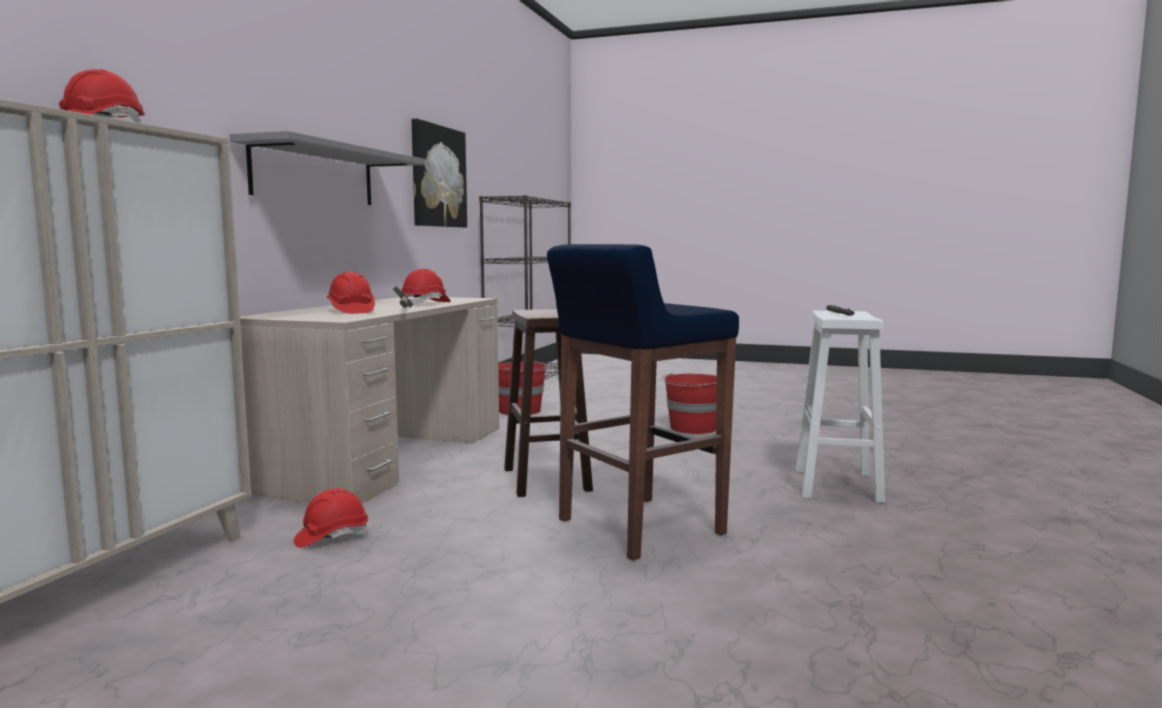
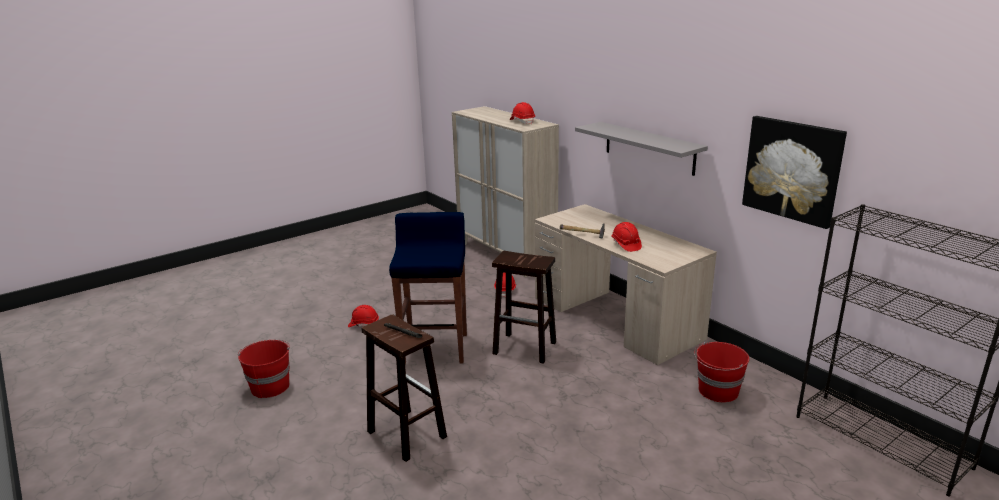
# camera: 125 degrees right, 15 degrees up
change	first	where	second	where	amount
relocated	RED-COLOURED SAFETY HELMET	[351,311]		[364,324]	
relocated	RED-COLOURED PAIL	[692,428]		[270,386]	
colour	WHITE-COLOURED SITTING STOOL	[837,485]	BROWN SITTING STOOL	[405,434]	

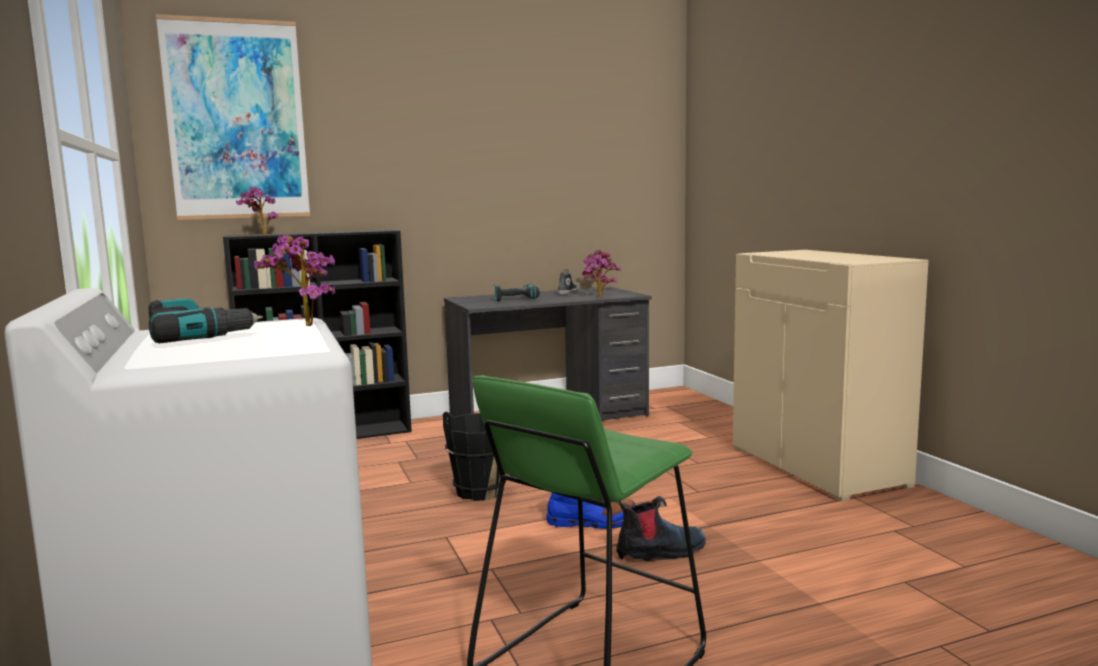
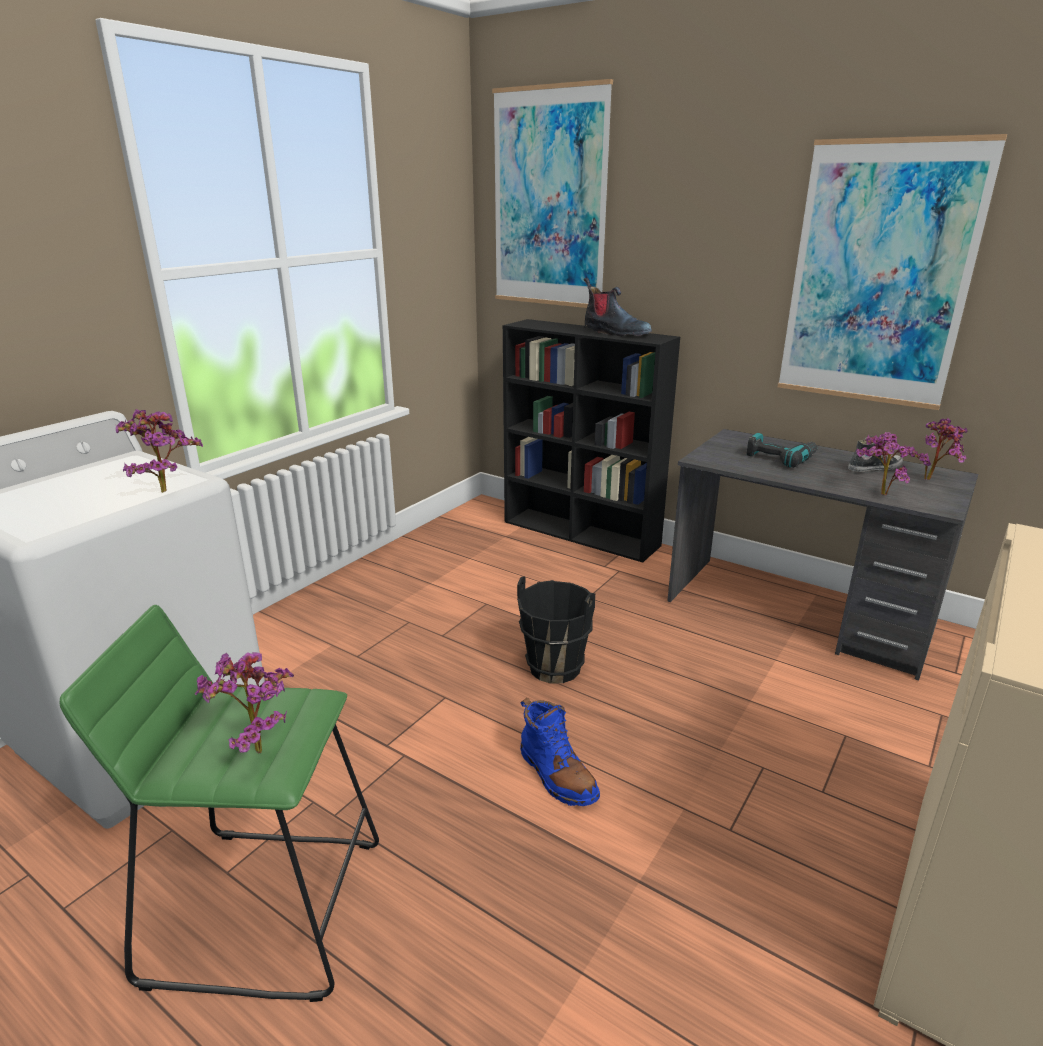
# camera: 55 degrees right, 15 degrees up
change	first	where	second	where	amount
missing	POWER DRILL	[198,336]			
appeared			WALL PICTURE	[878,276]	
relocated	POTTED PLANT	[261,235]		[254,747]	
relocated	HIGH-TOP BOOT	[660,552]		[614,332]	

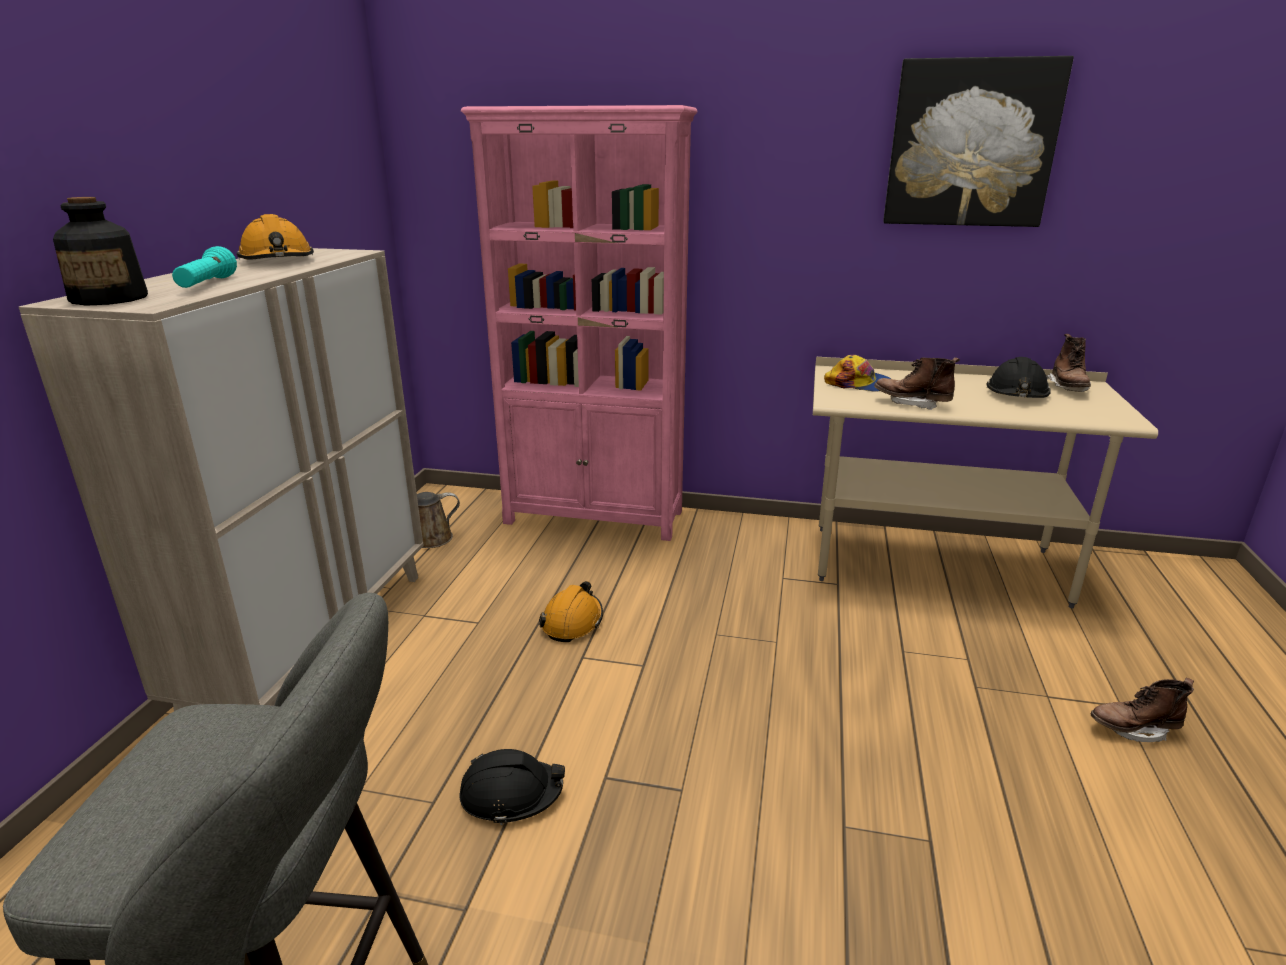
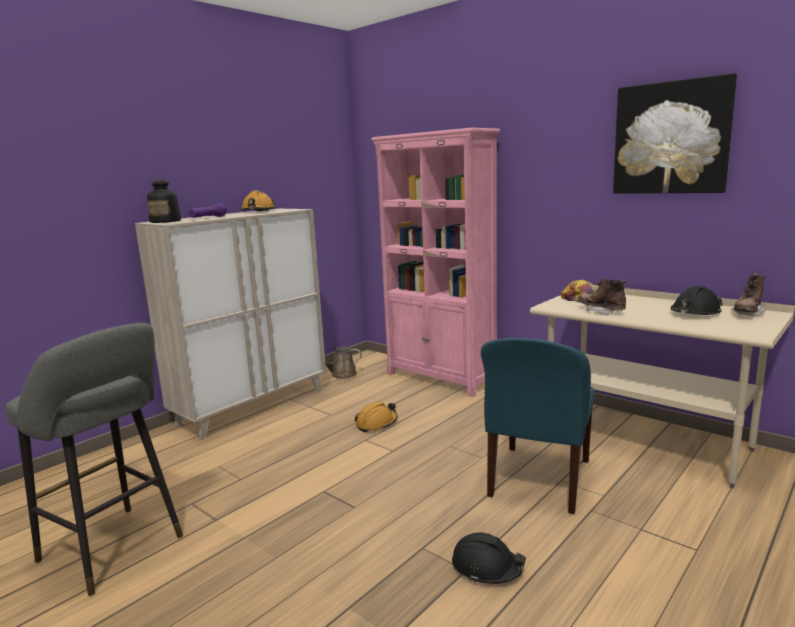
# camera: 30 degrees right, 10 degrees down
change	first	where	second	where	amount
missing	BROWN HIGH-TOP BOOT	[1133,729]			
appeared			BLUISH PLAIN CHAIR	[538,480]	
relocated	BLACK SAFETY HELMET	[511,795]		[487,568]	
colour	TURQUOISE-COLOURED FLASHLIGHT	[207,284]	PURPLE-COLOURED FLASHLIGHT	[208,218]	

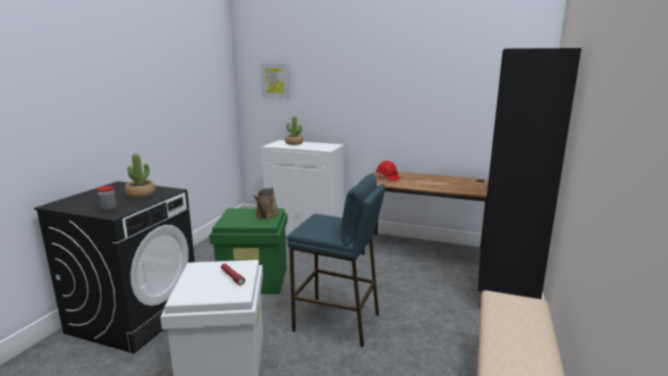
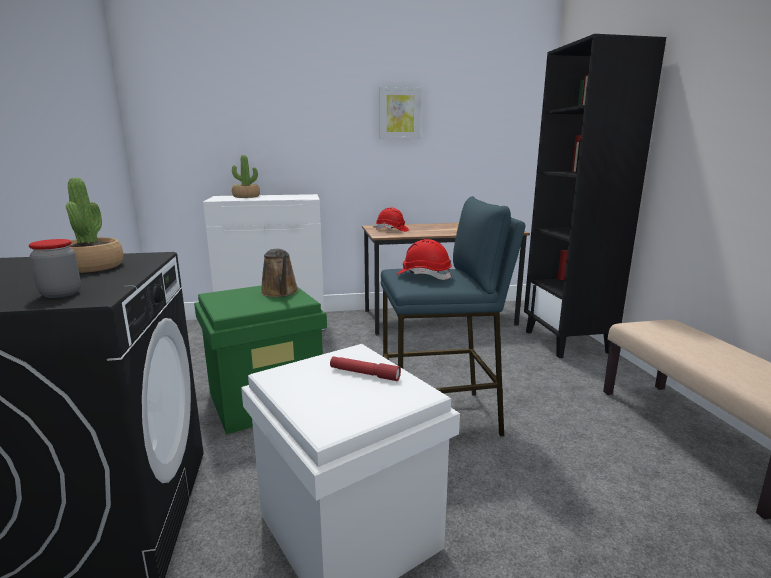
# camera: 30 degrees left, 0 degrees up
change	first	where	second	where	amount
appeared			RED-COLOURED SAFETY HELMET	[424,276]	
relocated	WALL PICTURE	[275,80]		[399,113]	

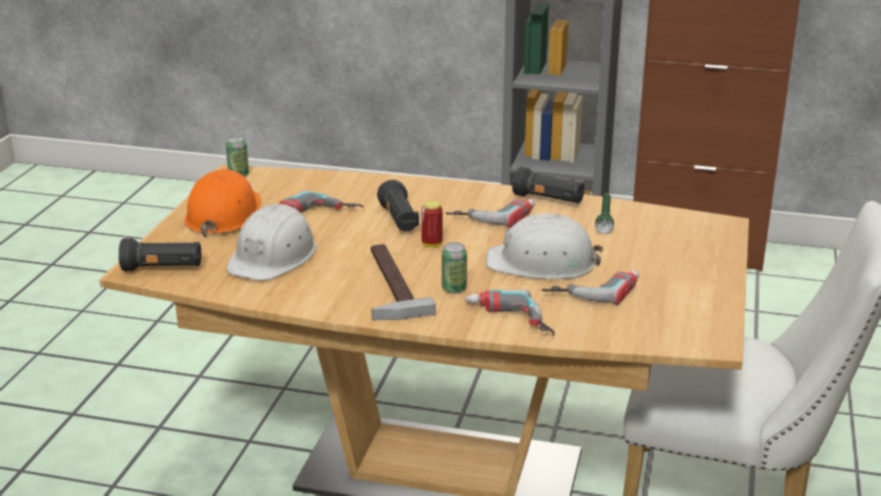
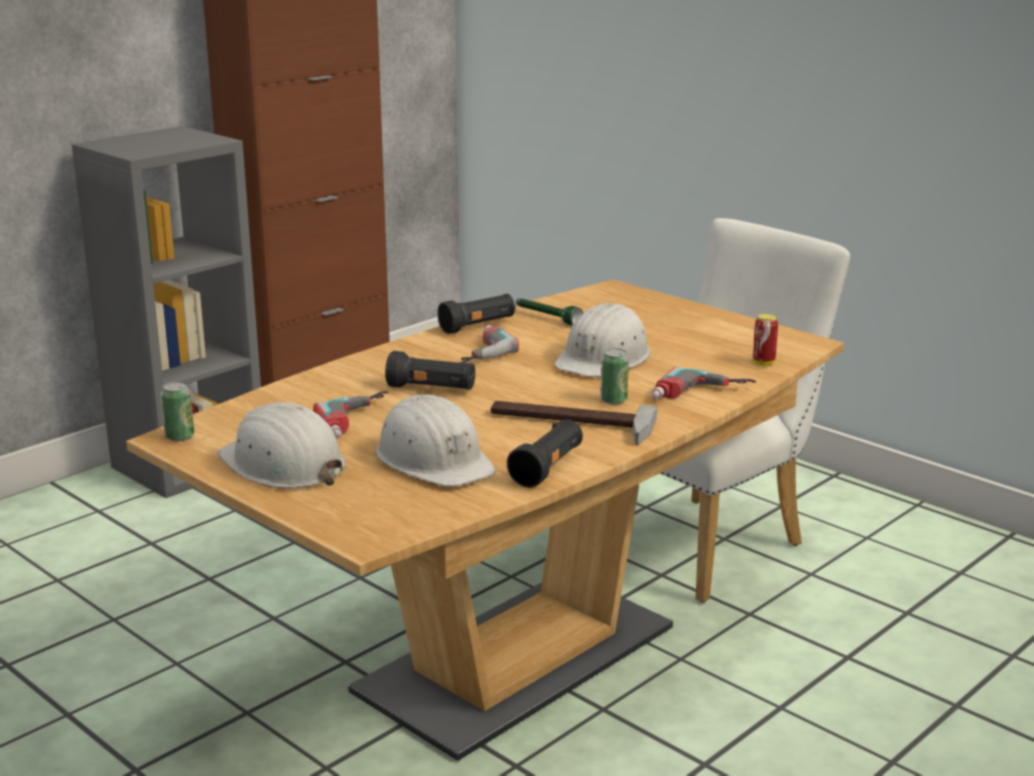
# camera: 60 degrees left, 5 degrees down
change	first	where	second	where	amount
missing	POWER DRILL	[592,288]			
relocated	BLACK FLASHLIGHT	[163,268]		[548,468]	
relocated	CAN	[432,244]		[763,363]	
colour	ORANGE SAFETY HELMET	[223,215]	WHITE-COLOURED SAFETY HELMET	[283,465]	

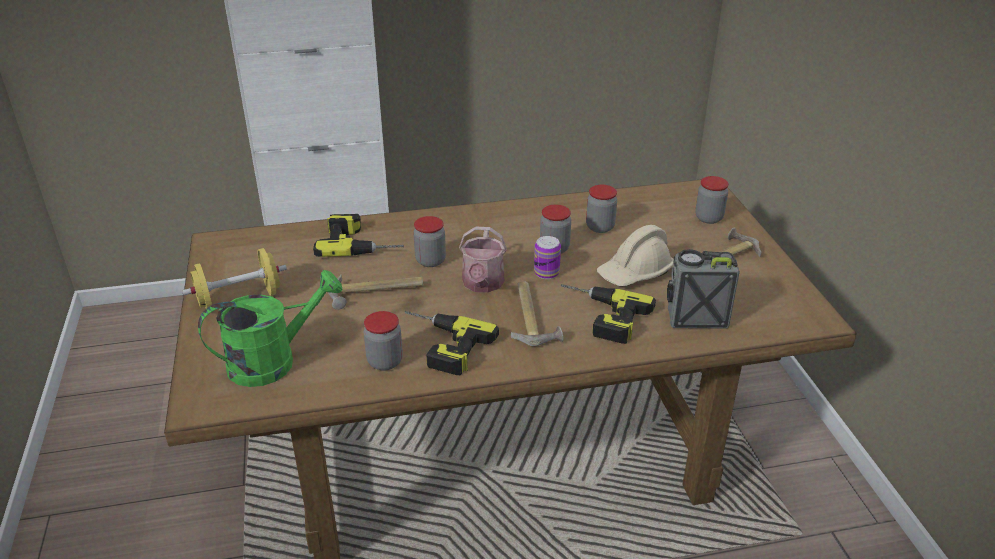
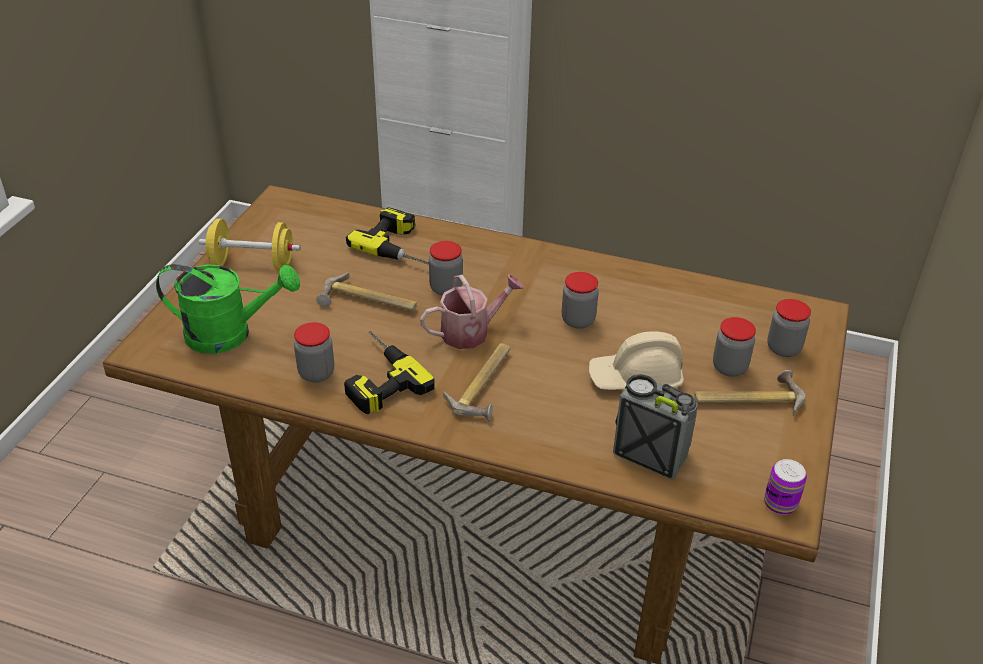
# camera: 30 degrees right, 5 degrees up
change	first	where	second	where	amount
missing	POWER DRILL	[599,316]			
relocated	CAN	[546,272]		[780,503]	
relocated	PRESERVE JAR	[600,227]		[729,367]	
spun	WATERING POT	[482,284]		[471,331]	150 degrees counterclockwise

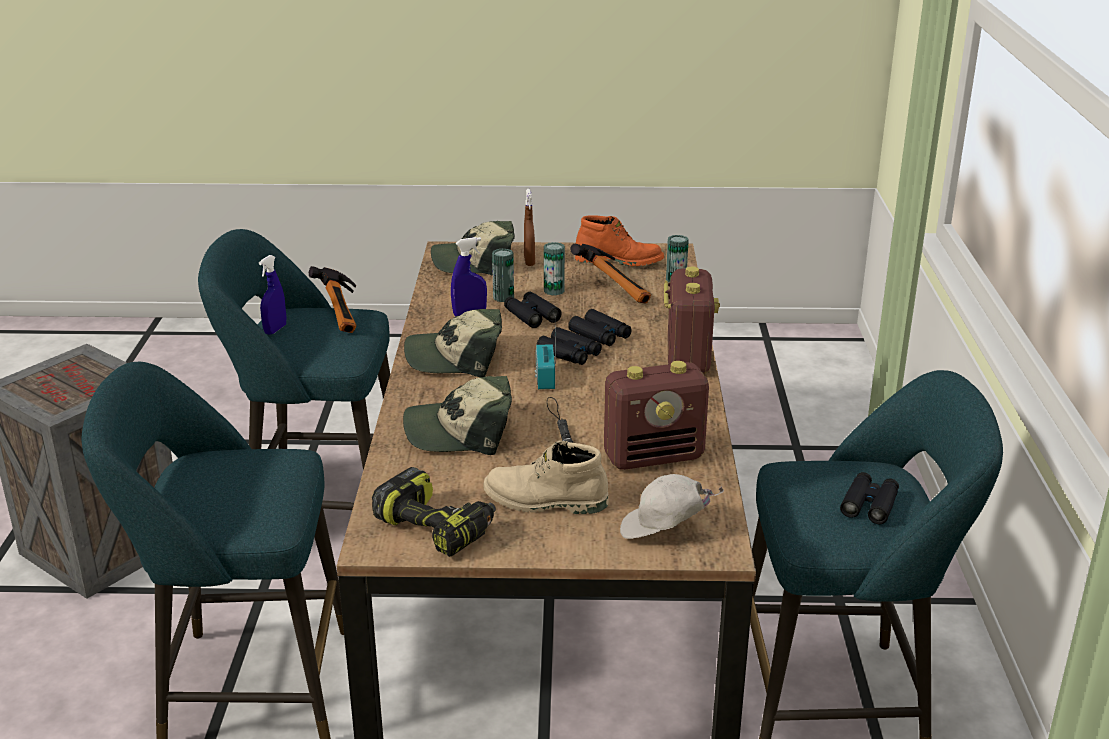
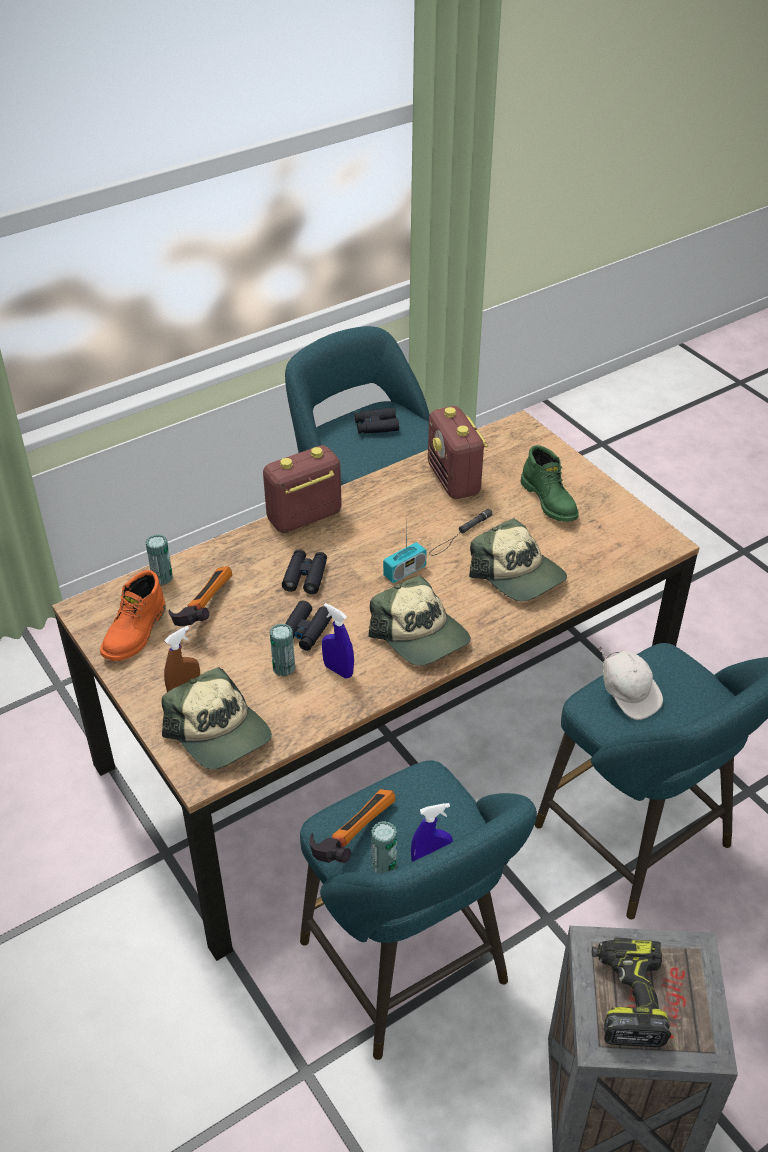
# camera: 125 degrees left, 15 degrees up
change	first	where	second	where	amount
missing	BLACK PAIR OF BINOCULARS	[569,354]			
relocated	POWER DRILL	[437,527]		[627,997]	
relocated	CAN	[554,291]		[384,865]	
relocated	WHITE-COLOURED BASEBALL CAP	[664,530]		[628,694]	
colour	BEIGE-COLOURED HIGH-TOP BOOT	[544,501]	GREEN HIGH-TOP BOOT	[550,501]	
spun	ORANGE HIGH-TOP BOOT	[619,261]		[136,633]	135 degrees counterclockwise
spun	RADIO SET	[654,457]		[454,480]	150 degrees counterclockwise

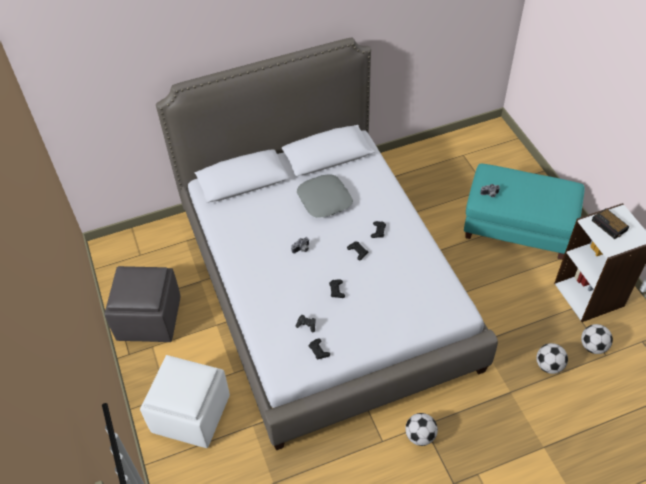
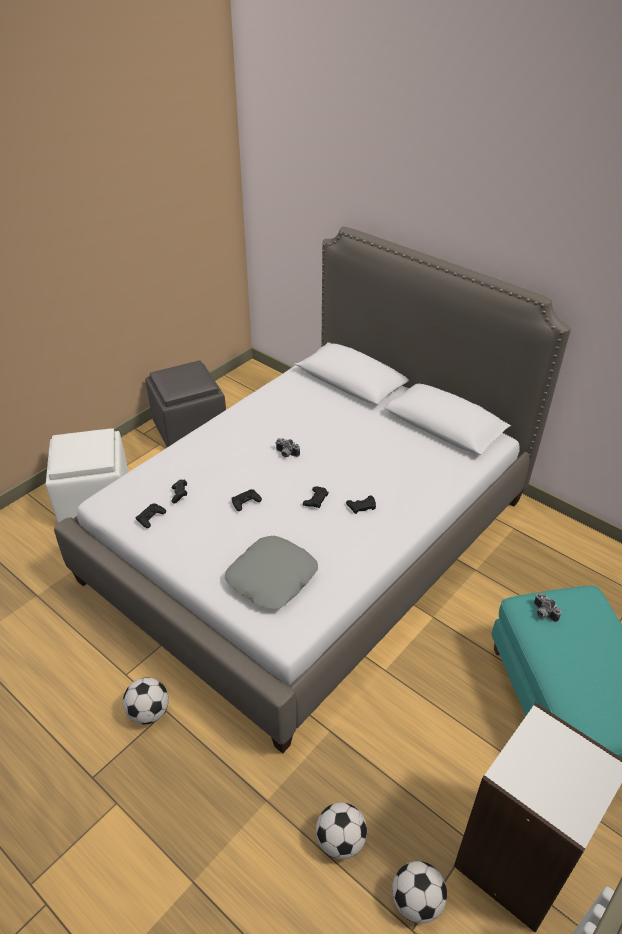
# camera: 60 degrees right, 10 degrees down
change	first	where	second	where	amount
missing	BEDSIDE CLOCK	[610,226]			
relocated	GREYISH CUSHION	[325,200]		[272,578]	

